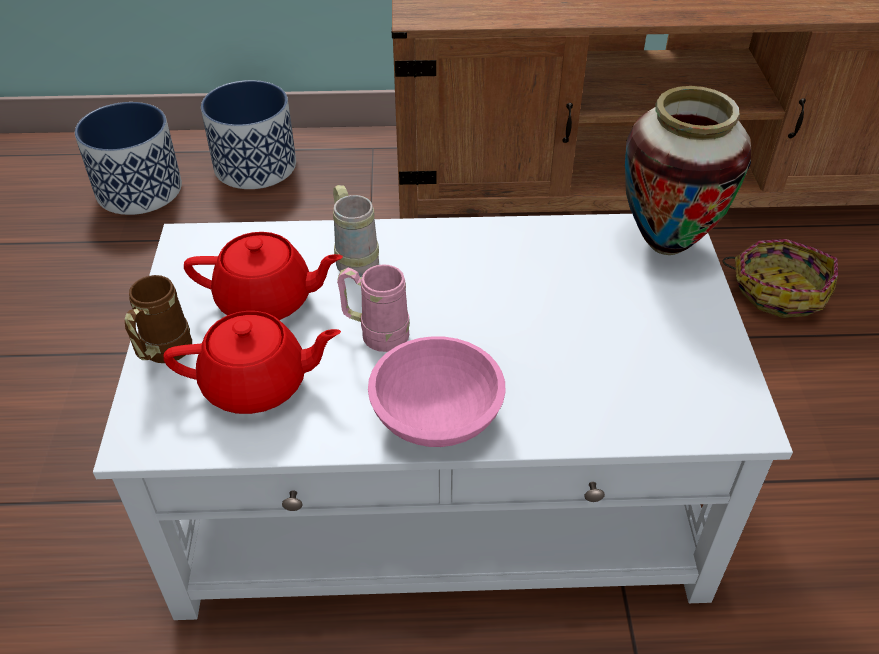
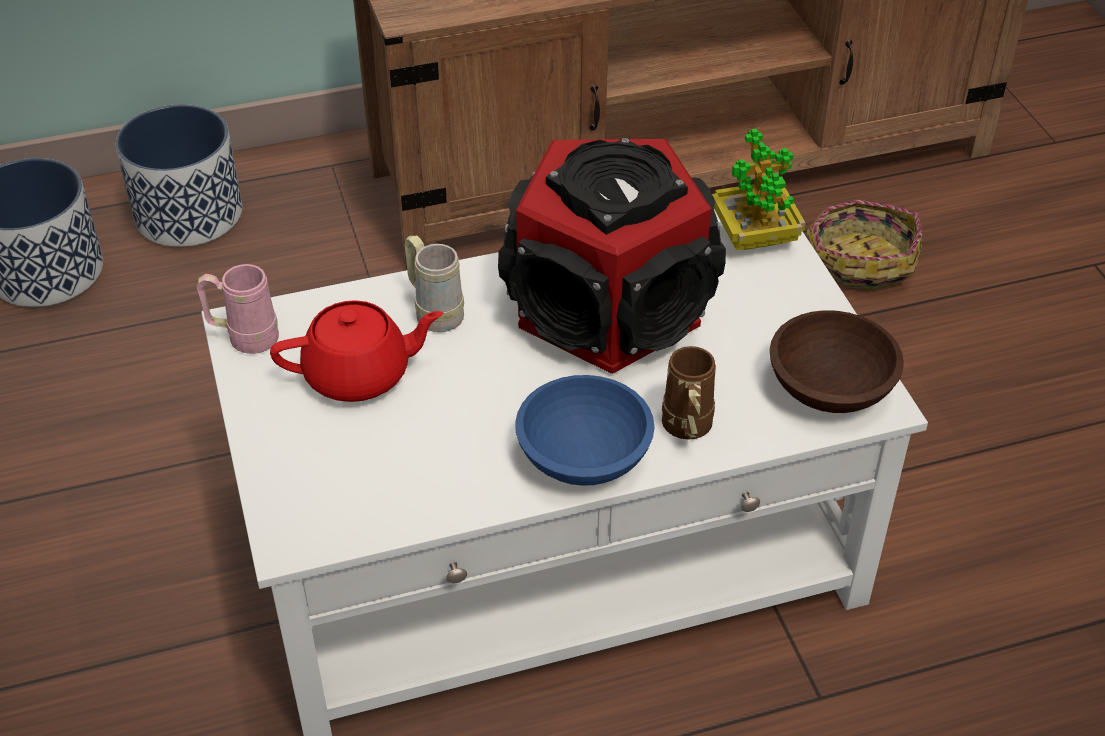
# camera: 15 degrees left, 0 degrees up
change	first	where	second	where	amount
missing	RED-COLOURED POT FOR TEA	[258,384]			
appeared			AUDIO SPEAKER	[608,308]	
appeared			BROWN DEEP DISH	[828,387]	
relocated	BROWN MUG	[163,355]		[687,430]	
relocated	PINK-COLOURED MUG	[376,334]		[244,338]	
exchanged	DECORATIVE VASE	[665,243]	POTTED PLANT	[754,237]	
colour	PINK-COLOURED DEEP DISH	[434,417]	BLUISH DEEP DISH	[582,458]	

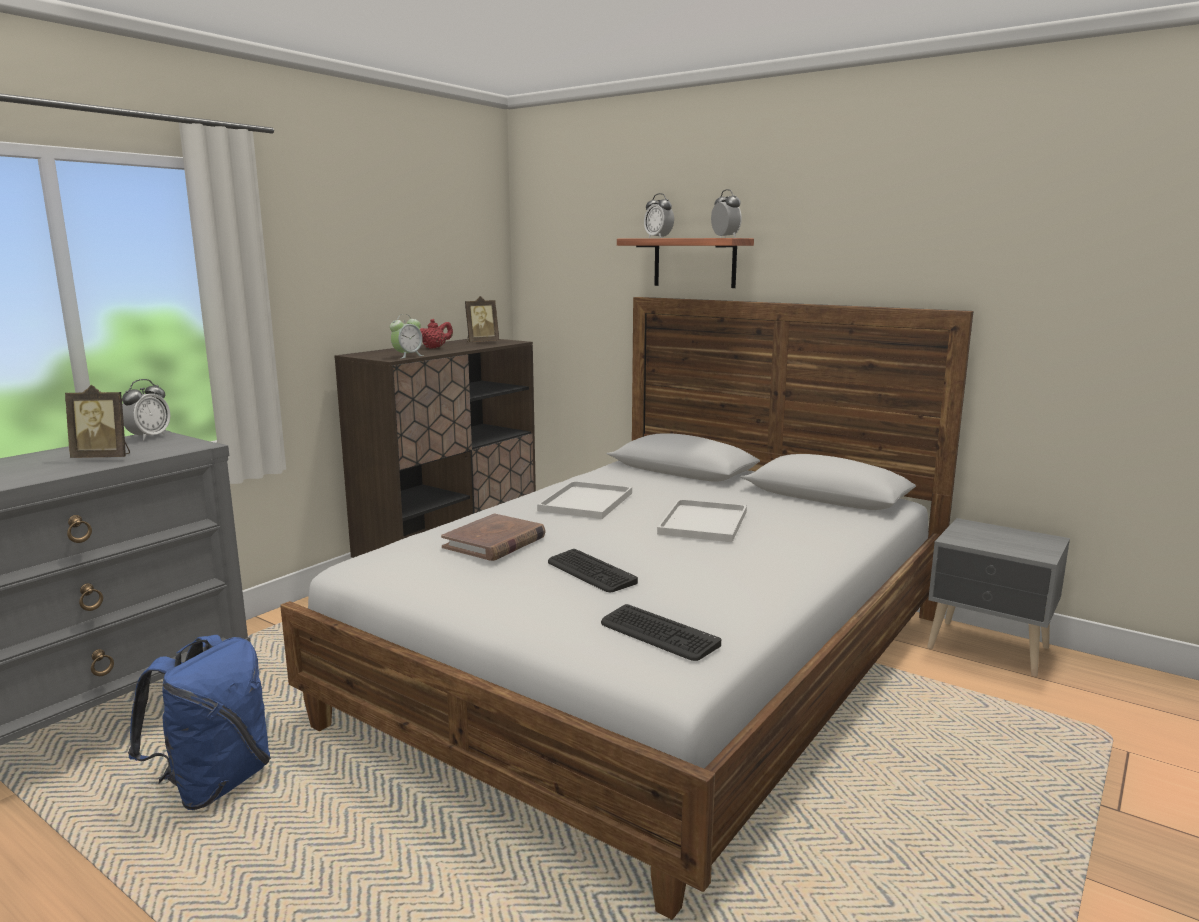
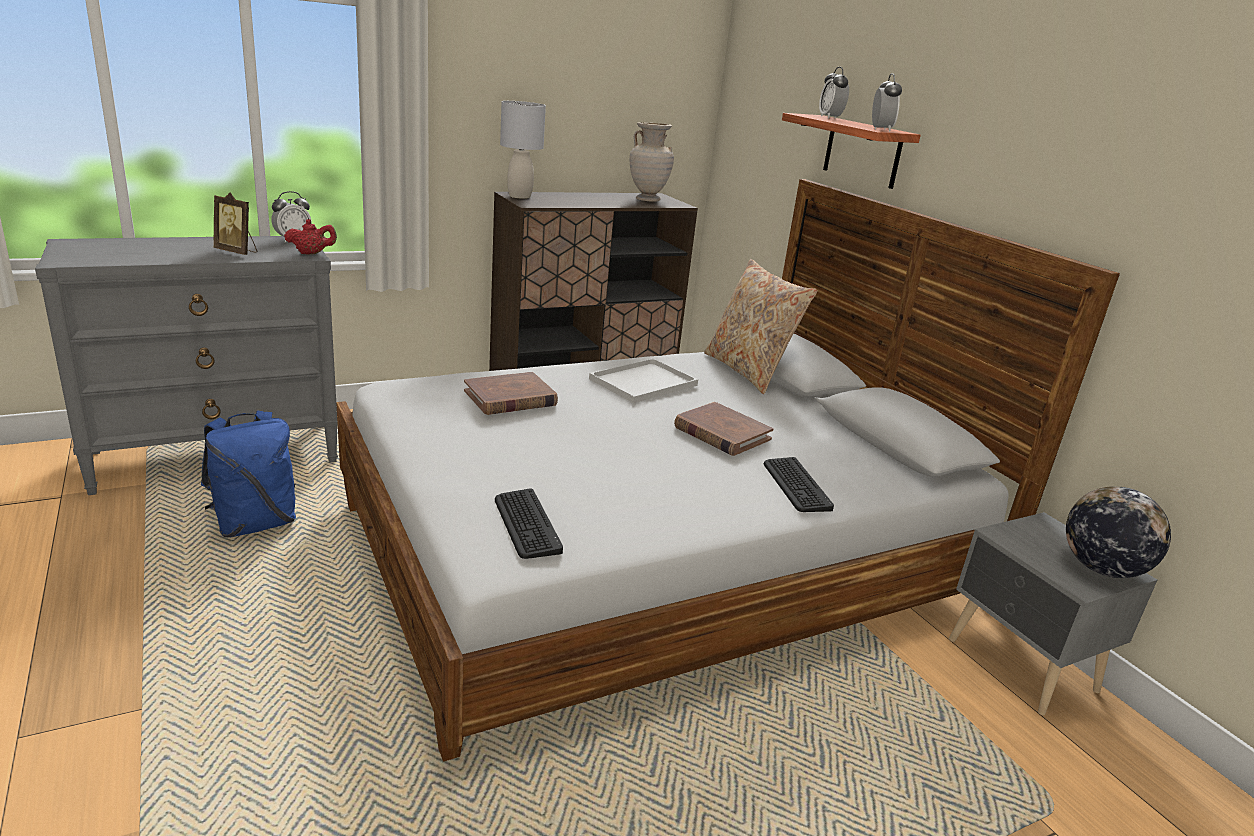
# camera: 25 degrees right, 10 degrees up
change	first	where	second	where	amount
missing	BEDSIDE CLOCK	[407,356]			
appeared			GREYISH TABLE LAMP	[519,196]	
appeared			BEIGE-COLOURED CUSHION	[748,371]	
appeared			WORLD GLOBE	[1101,569]	
relocated	RED-COLOURED POT FOR TEA	[434,348]		[311,253]	
relocated	KEYBOARD	[590,572]		[796,485]	
exchanged	STANDING FRAME	[481,342]	BEIGE-COLOURED DECORATIVE VASE	[647,200]	
exchanged	WHITE-COLOURED CARRYING TRAY	[702,522]	BROWN BOUND BOOK	[721,433]	

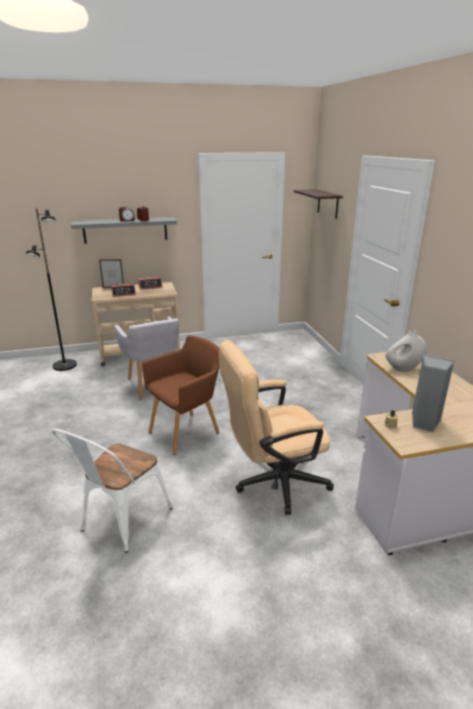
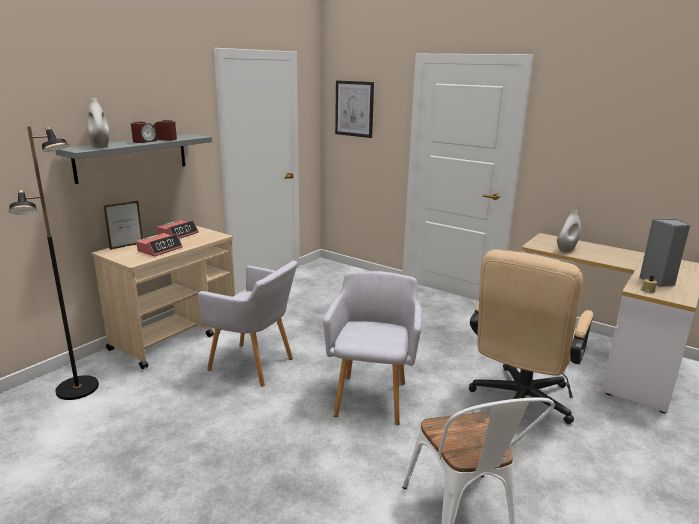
# camera: 40 degrees left, 5 degrees down
change	first	where	second	where	amount
appeared			WHITE-COLOURED DECORATIVE VASE	[100,146]	
exchanged	BRACKET SHELF	[328,204]	WALL PICTURE	[354,109]	
colour	BROWN ARMCHAIR	[187,431]	GREYISH ARMCHAIR	[372,395]	

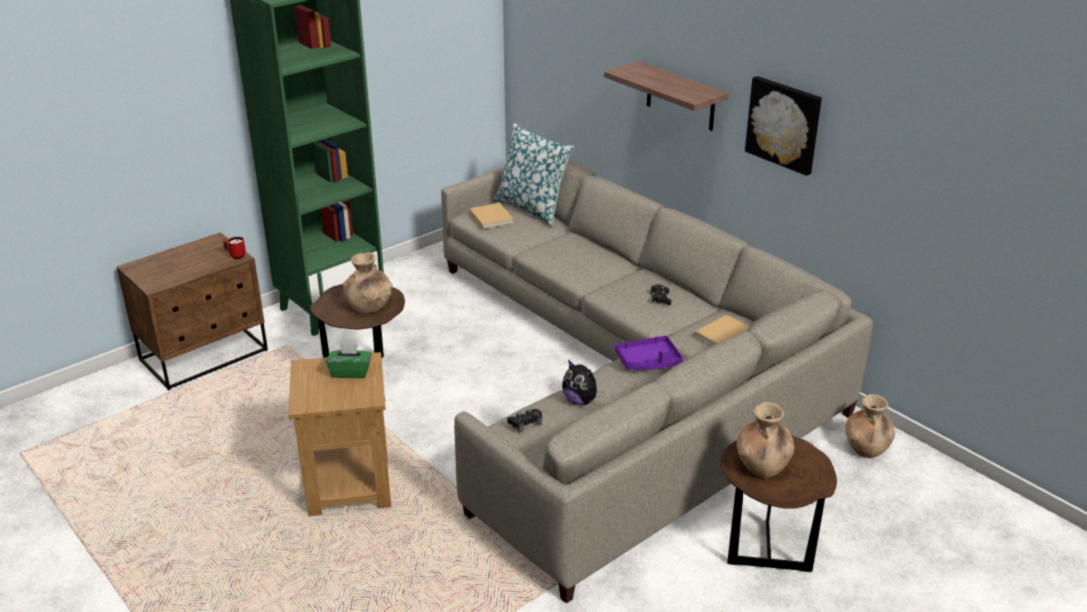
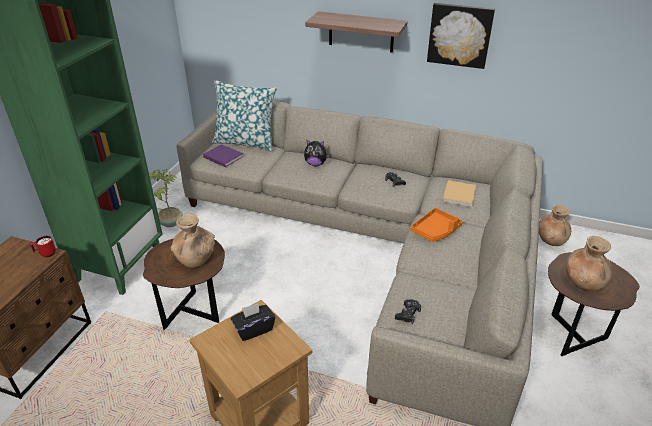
# camera: 30 degrees left, 5 degrees up
change	first	where	second	where	amount
appeared			POTTED PLANT	[170,223]	
relocated	CUDDLY TOY	[580,401]		[315,164]	
colour	GREEN TISSUE BOX	[350,372]	BLACK TISSUE BOX	[254,329]	
colour	BEIGE-COLOURED BOUND BOOK	[491,217]	PURPLE-COLOURED BOUND BOOK	[222,156]	
colour	PURPLE-COLOURED CARRYING TRAY	[648,361]	ORANGE CARRYING TRAY	[435,231]	

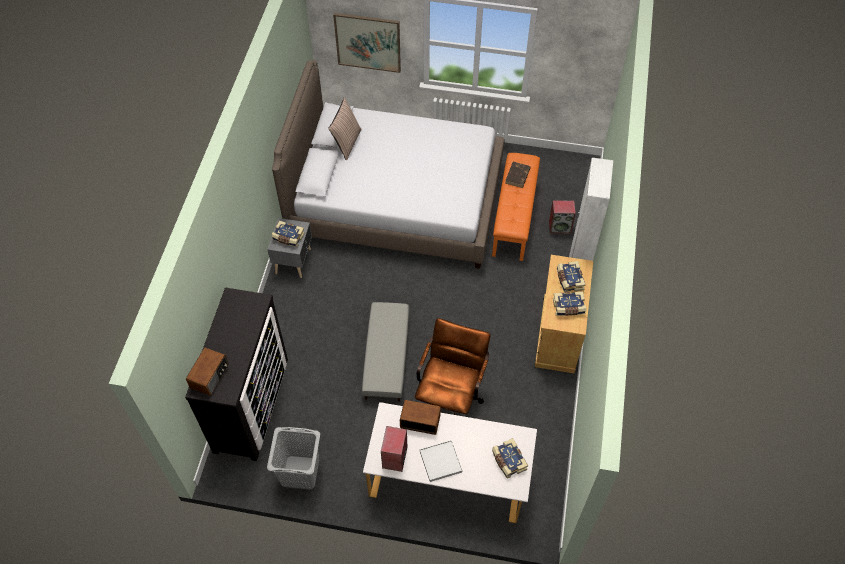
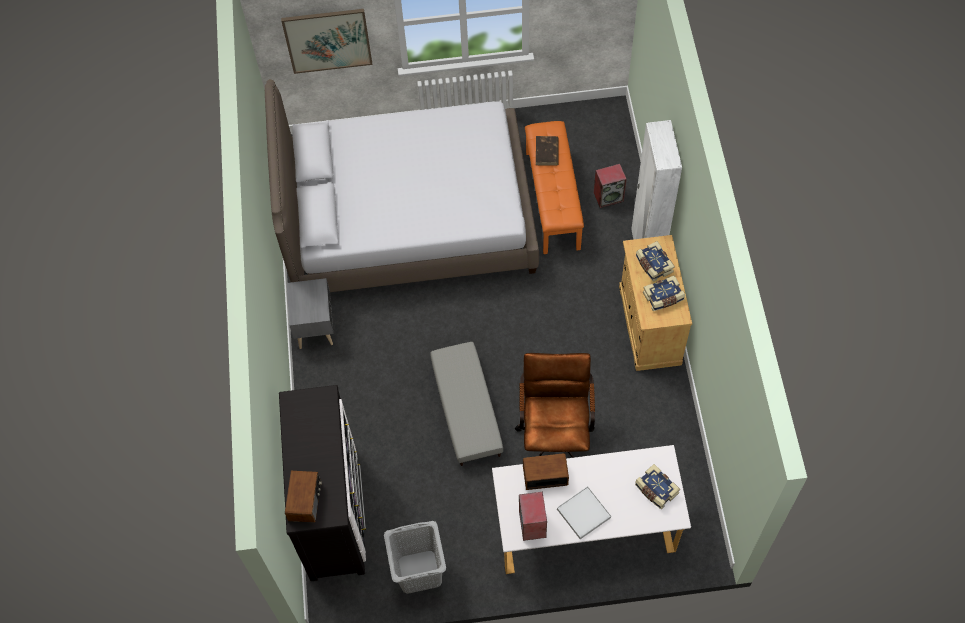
# camera: 15 degrees left, 5 degrees up
change	first	where	second	where	amount
missing	BOUND BOOK	[288,238]			
missing	CUSHION	[346,142]			

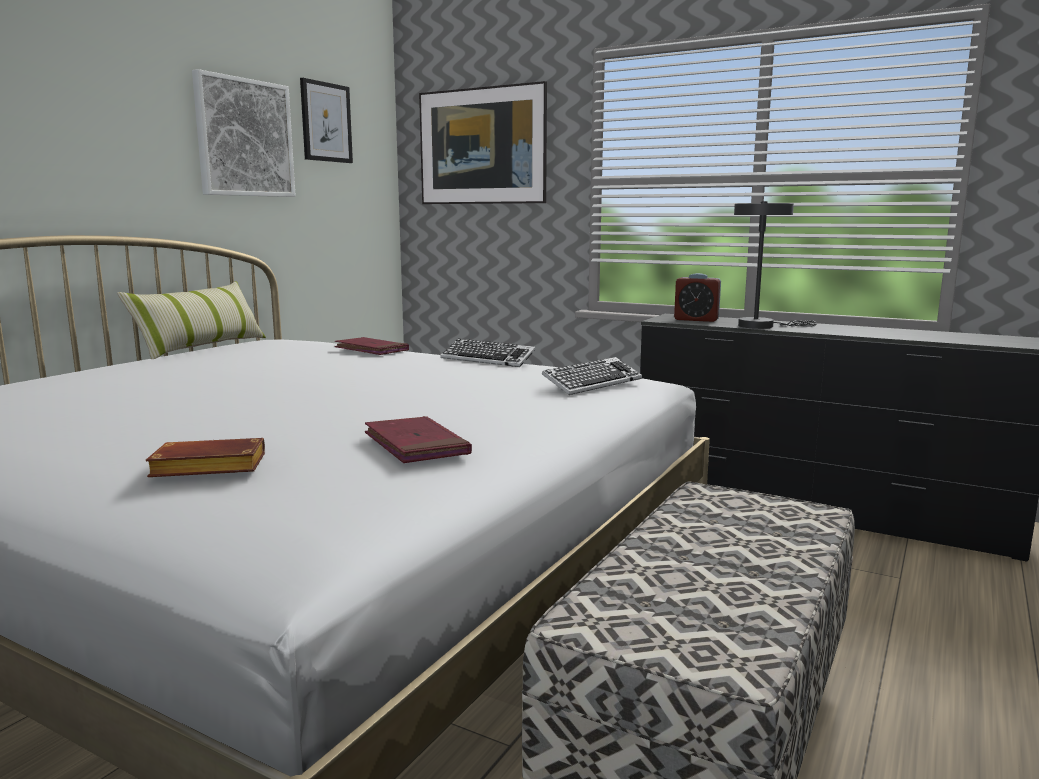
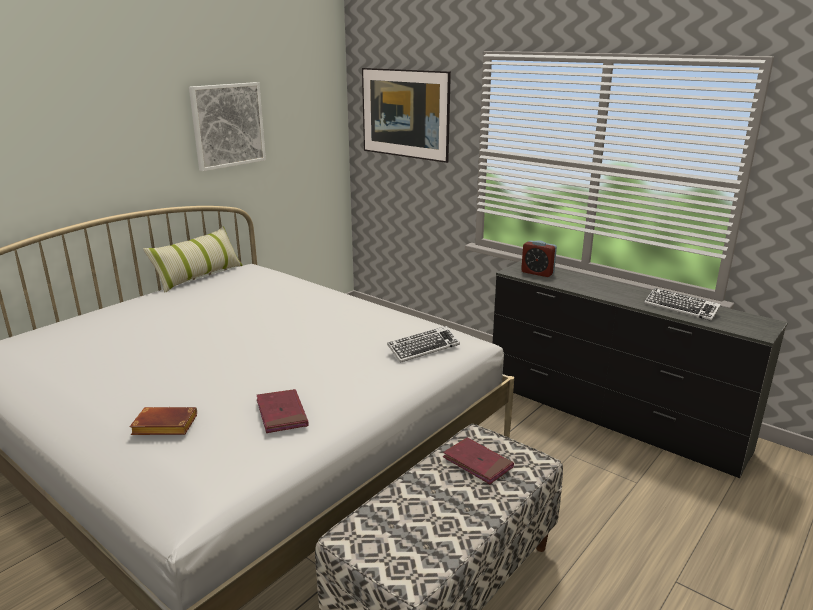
# camera: 10 degrees right, 10 degrees up
change	first	where	second	where	amount
missing	WALL PICTURE	[326,122]			
missing	GREYISH TABLE LAMP	[762,326]			
relocated	RED-COLOURED BOUND BOOK	[371,350]		[477,463]	
relocated	KEYBOARD	[488,359]		[681,308]	

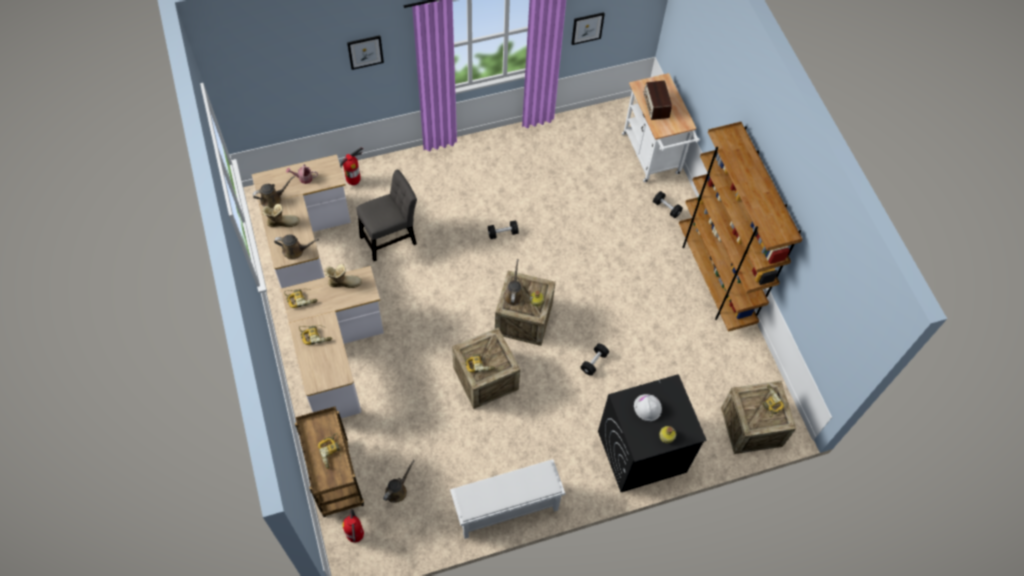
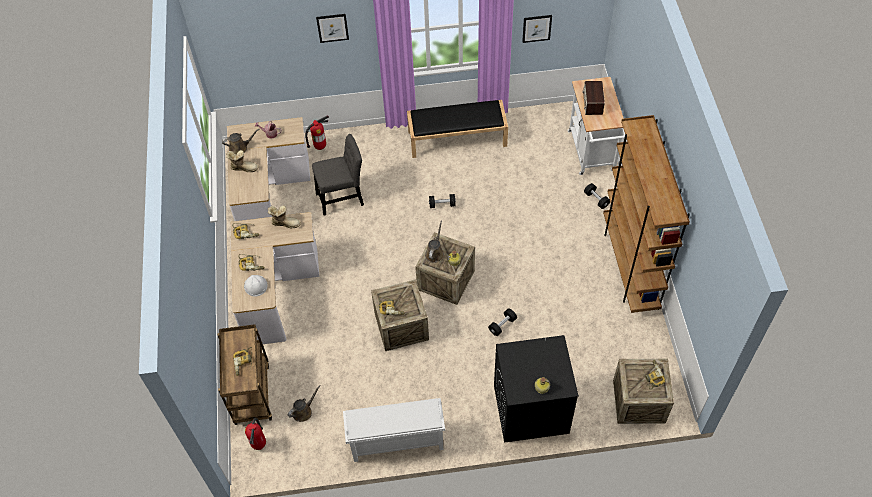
# camera: 15 degrees right, 5 degrees down
change	first	where	second	where	amount
missing	BROWN WATERING POT	[295,250]			
appeared			BLACK LONG SEAT	[457,138]	
relocated	WHITE-COLOURED SAFETY HELMET	[647,407]		[255,286]	

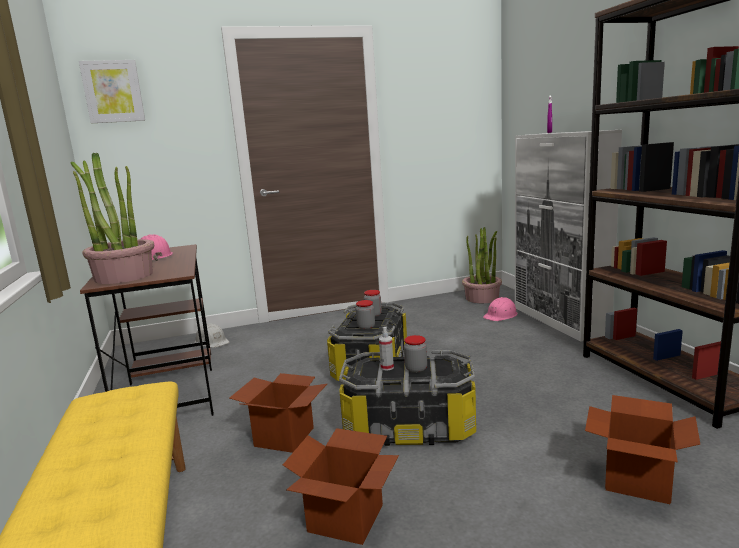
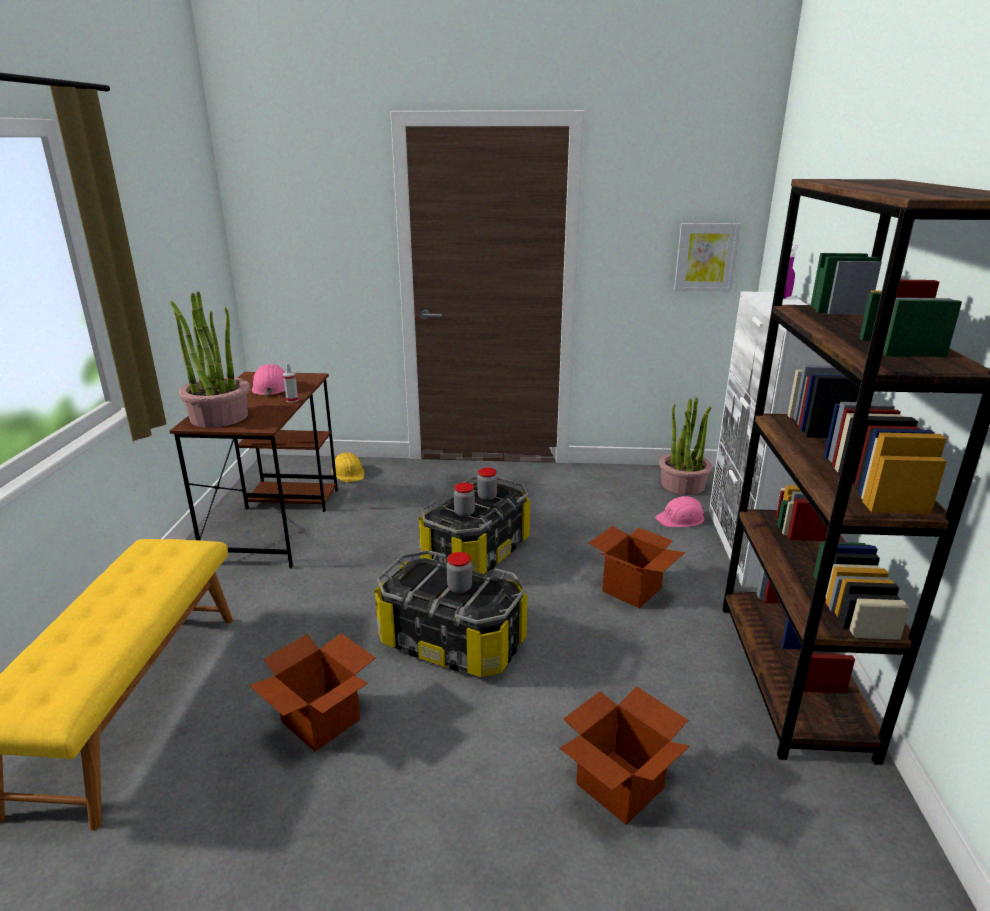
# camera: 20 degrees right, 10 degrees up
change	first	where	second	where	amount
relocated	WALL PICTURE	[113,91]		[705,257]	
relocated	CARDBOARD BOX	[284,437]		[632,590]	
relocated	SPRAY BOTTLE	[387,367]		[292,400]	
colour	WHITE-COLOURED SAFETY HELMET	[212,342]	YELLOW SAFETY HELMET	[348,473]	

